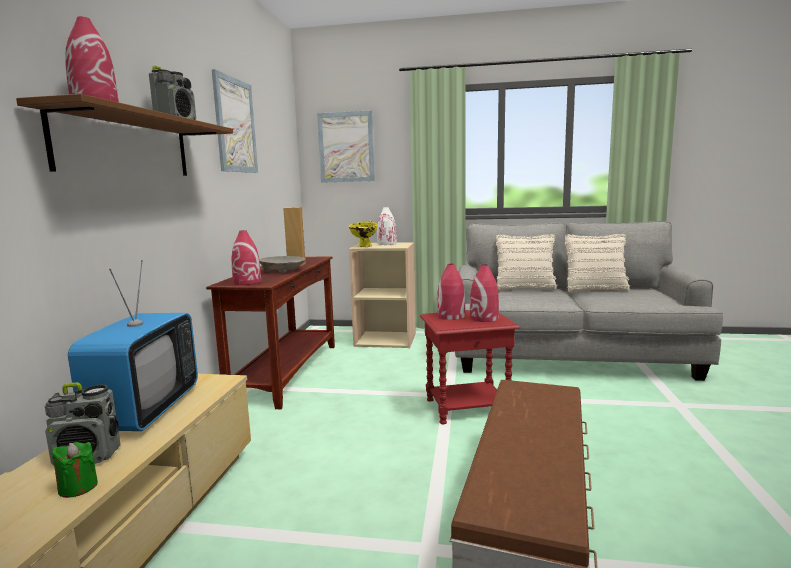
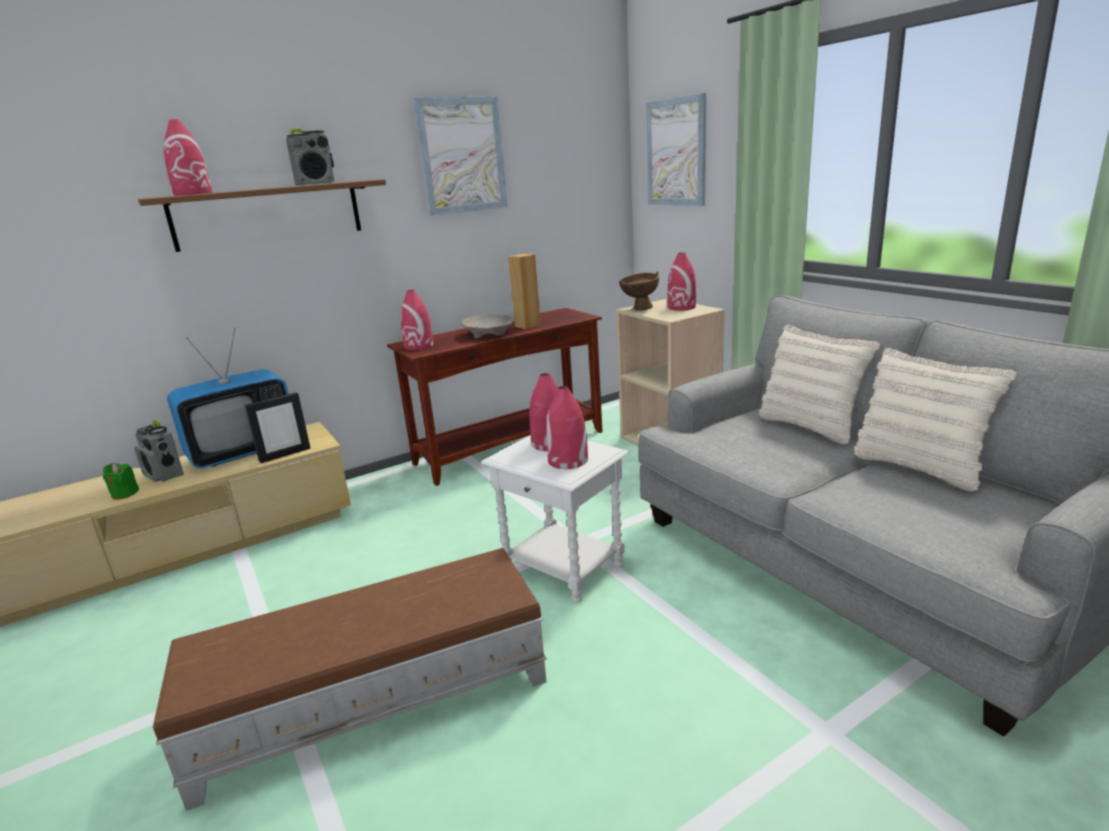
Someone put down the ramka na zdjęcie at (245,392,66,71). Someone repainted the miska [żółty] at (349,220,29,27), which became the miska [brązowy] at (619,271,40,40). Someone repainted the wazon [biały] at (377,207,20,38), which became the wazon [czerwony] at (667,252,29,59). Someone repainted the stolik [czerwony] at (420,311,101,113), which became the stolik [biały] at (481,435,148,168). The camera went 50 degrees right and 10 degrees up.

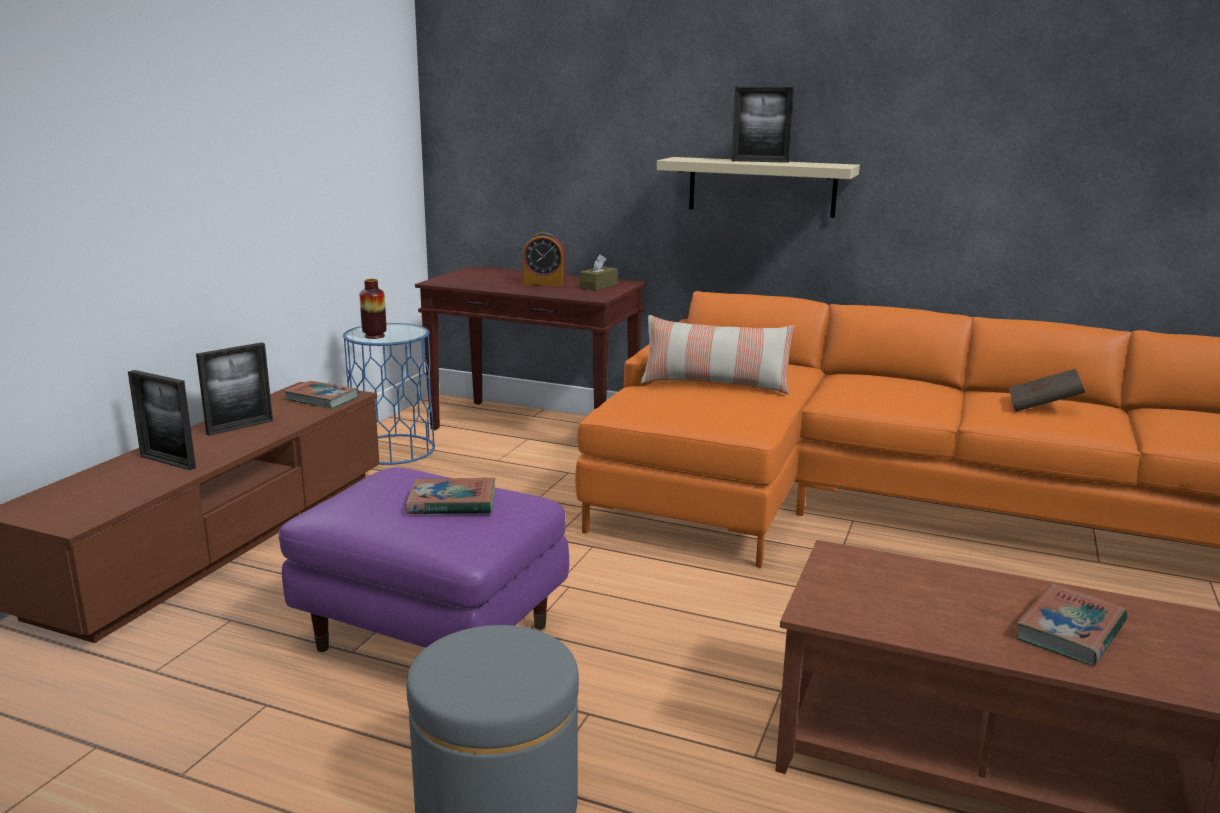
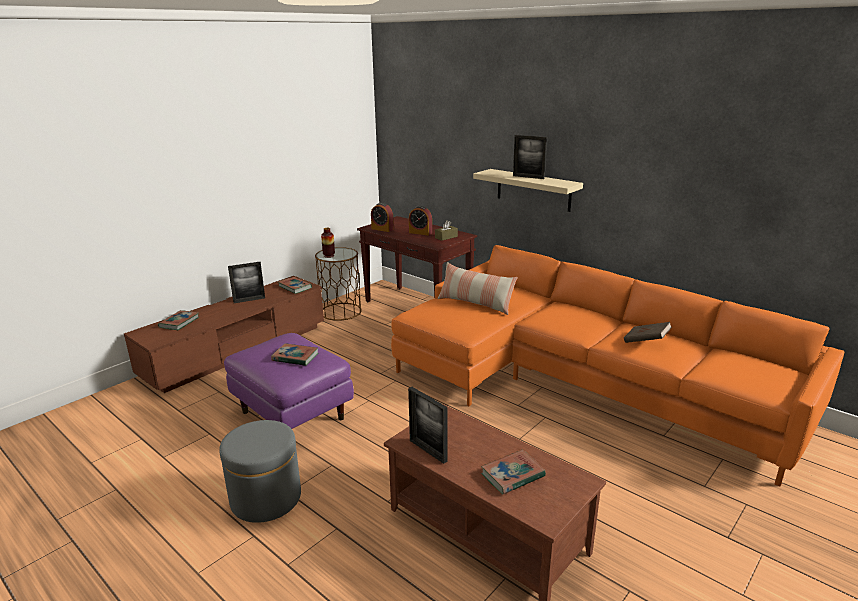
Someone put down the książka at (158,310,41,20). Someone put down the budzik at (371,203,23,29). Someone carried the ramka na zdjęcie from (128,370,68,100) to (408,387,39,77). Someone repainted the stolik [niebieski] at (343,323,92,142), which became the stolik [brązowy] at (315,247,47,74). The camera went 20 degrees right and 5 degrees up.

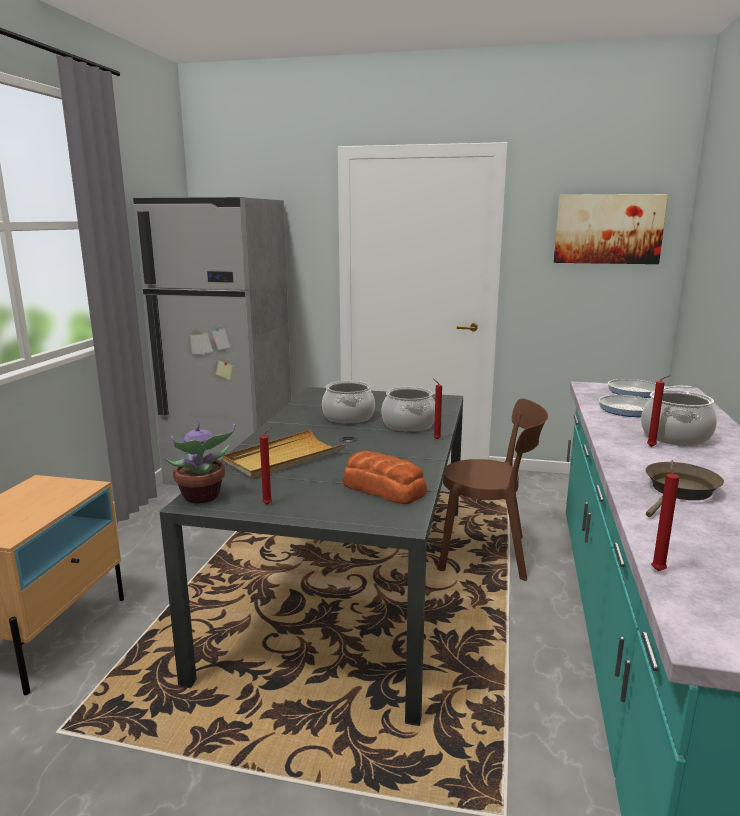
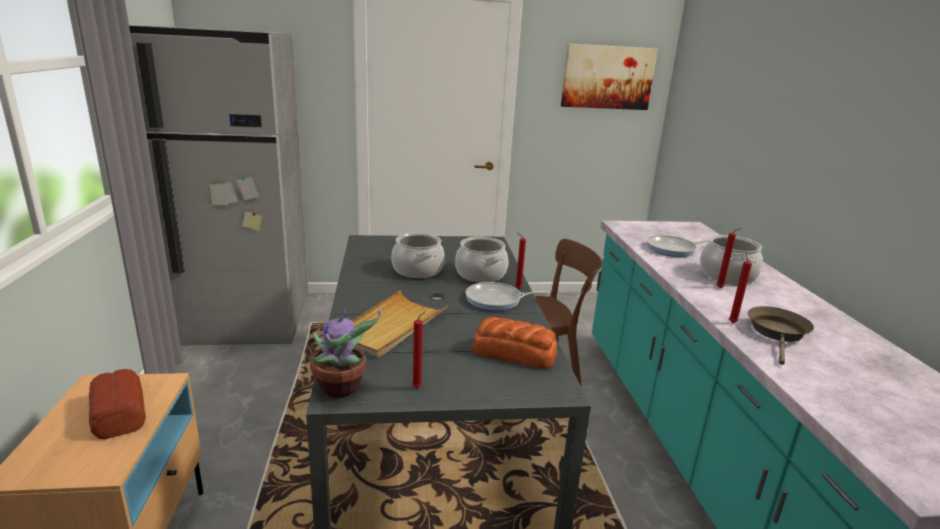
Someone put down the chleb at (89,369,57,70). Someone carried the patelnia from (608,379,83,19) to (466,282,83,29). Someone carried the świeca [czerwony] from (651,460,28,111) to (729,253,23,70). The camera went 20 degrees left and 5 degrees up.

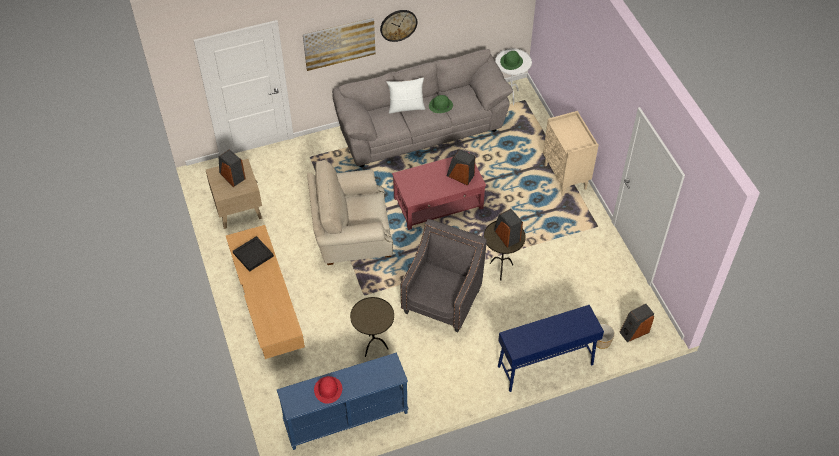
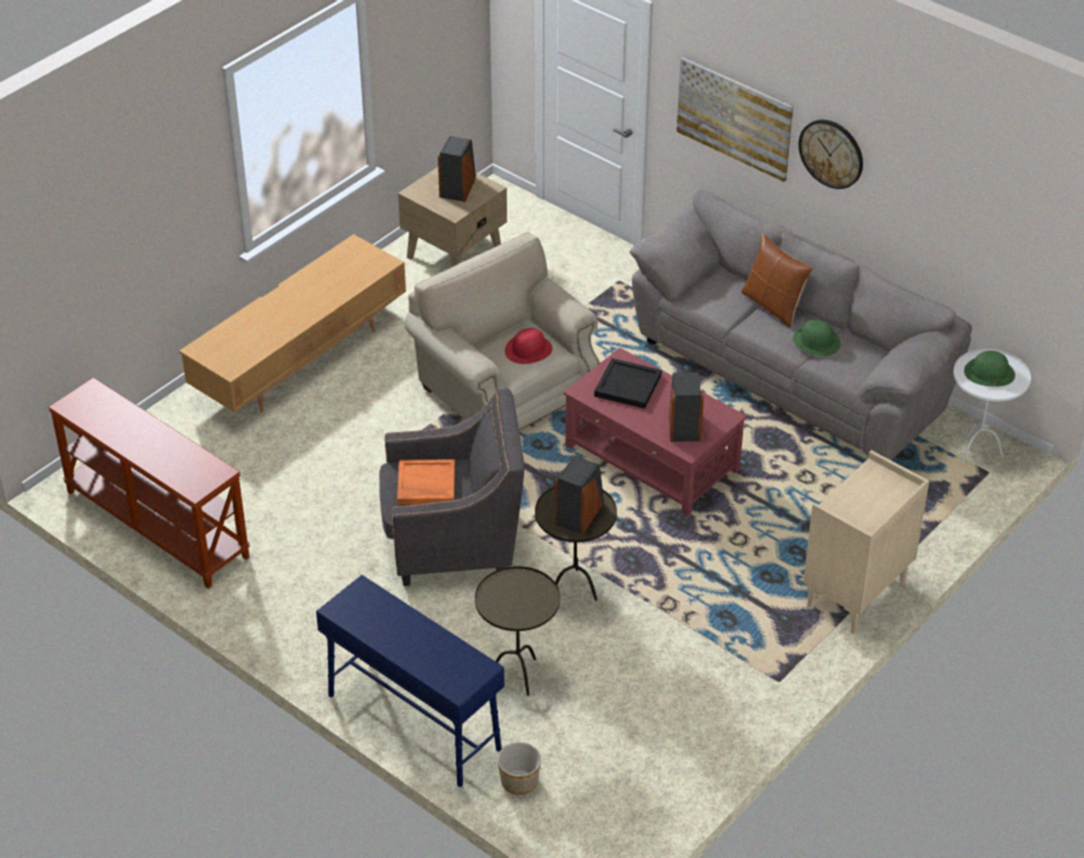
Someone took away the głośnik at (619,304,35,38). Someone put down the taca [pomarańczowy] at (397,459,58,46). Someone carried the taca [czarny] from (233,236,41,36) to (594,358,68,51). Someone carried the kapelusz [czerwony] from (314,376,28,28) to (505,328,48,36). Someone carried the stolik [brązowy] from (350,297,44,60) to (475,566,85,130). Someone repainted the stolik konsolowy [niebieski] at (277,352,132,98), which became the stolik konsolowy [brązowy] at (48,378,202,211). Someone repainted the poduszka [biały] at (386,77,39,37), which became the poduszka [brązowy] at (741,233,72,95). The camera went 60 degrees right and 10 degrees down.

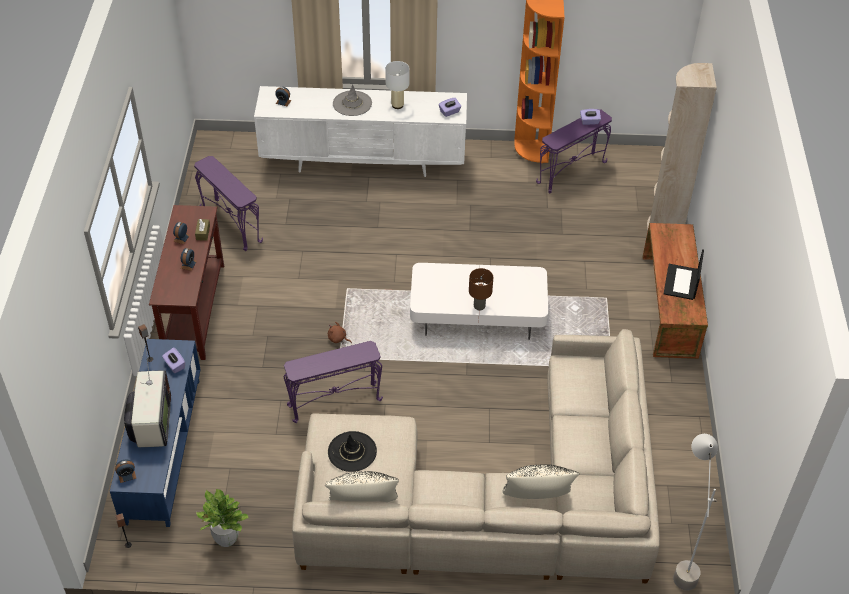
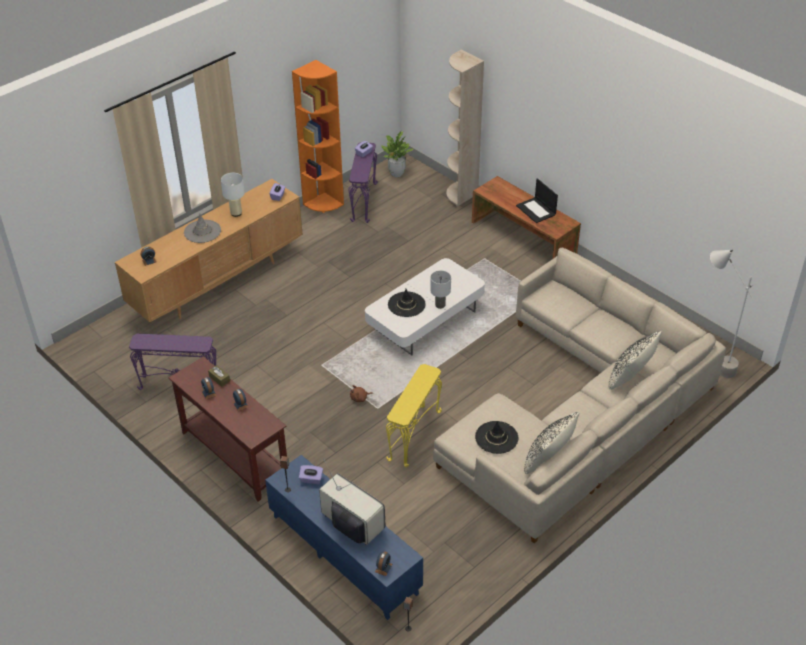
Someone put down the kapelusz [czarny] at (388,289,38,28). Someone carried the roślina doniczkowa from (196,489,52,58) to (381,131,33,46). Someone repainted the szafka [biały] at (254,86,213,91), which became the szafka [brązowy] at (115,179,188,143). Someone repainted the stolik [fioletowy] at (283,341,100,82), which became the stolik [żółty] at (386,364,56,103). Someone repainted the lampa stołowa [brązowy] at (469,268,24,43), which became the lampa stołowa [biały] at (430,270,21,39). The camera went 45 degrees left and 5 degrees down.

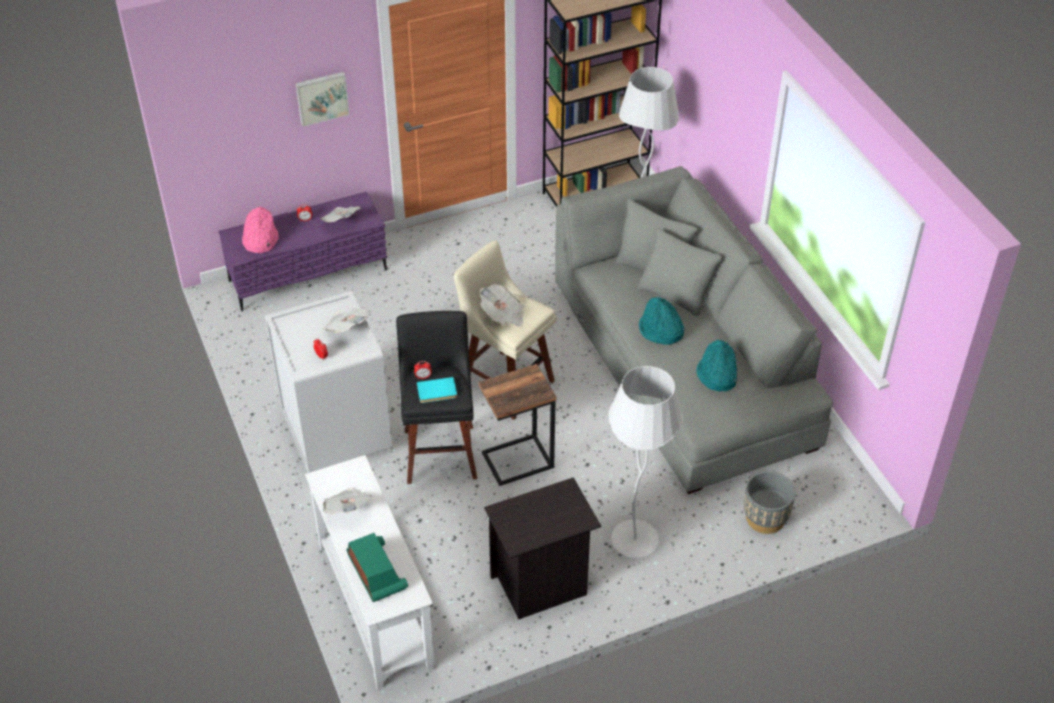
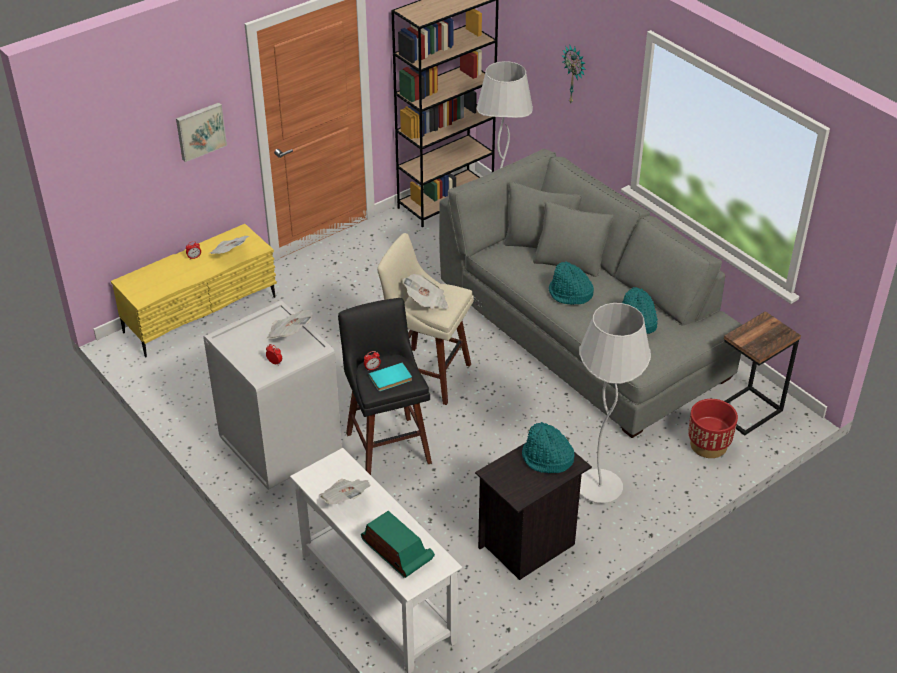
Someone took away the kapelusz [różowy] at (242,207,37,46). Someone put down the kapelusz [turkusowy] at (522,422,53,51). Someone put up the zegar ścienny at (561,46,25,57). Someone carried the stolik from (478,364,79,122) to (724,311,77,125). Someone repainted the szafka pod telewizor [fioletowy] at (218,191,169,121), which became the szafka pod telewizor [żółty] at (111,224,166,133). Someone repainted the donica [szary] at (744,471,52,63), which became the donica [czerwony] at (688,399,50,59). The camera went 15 degrees left and 5 degrees down.

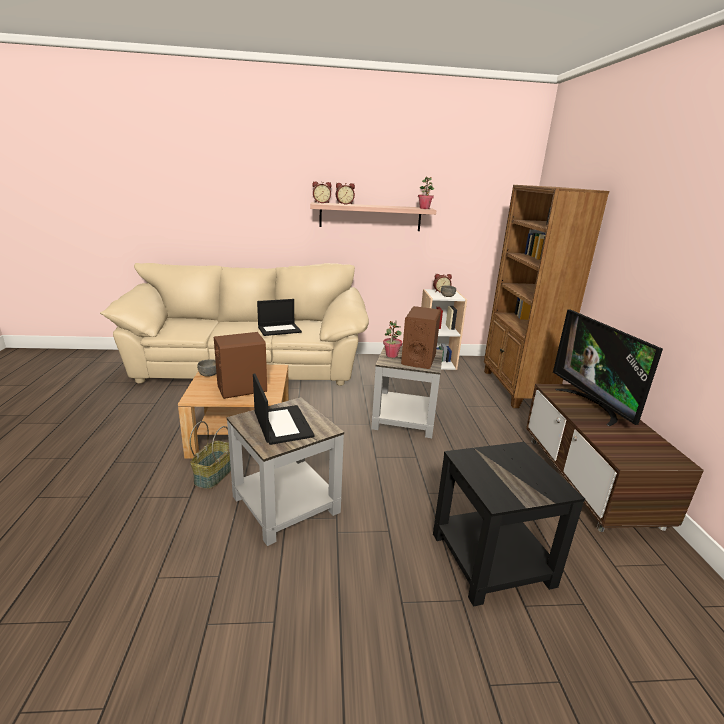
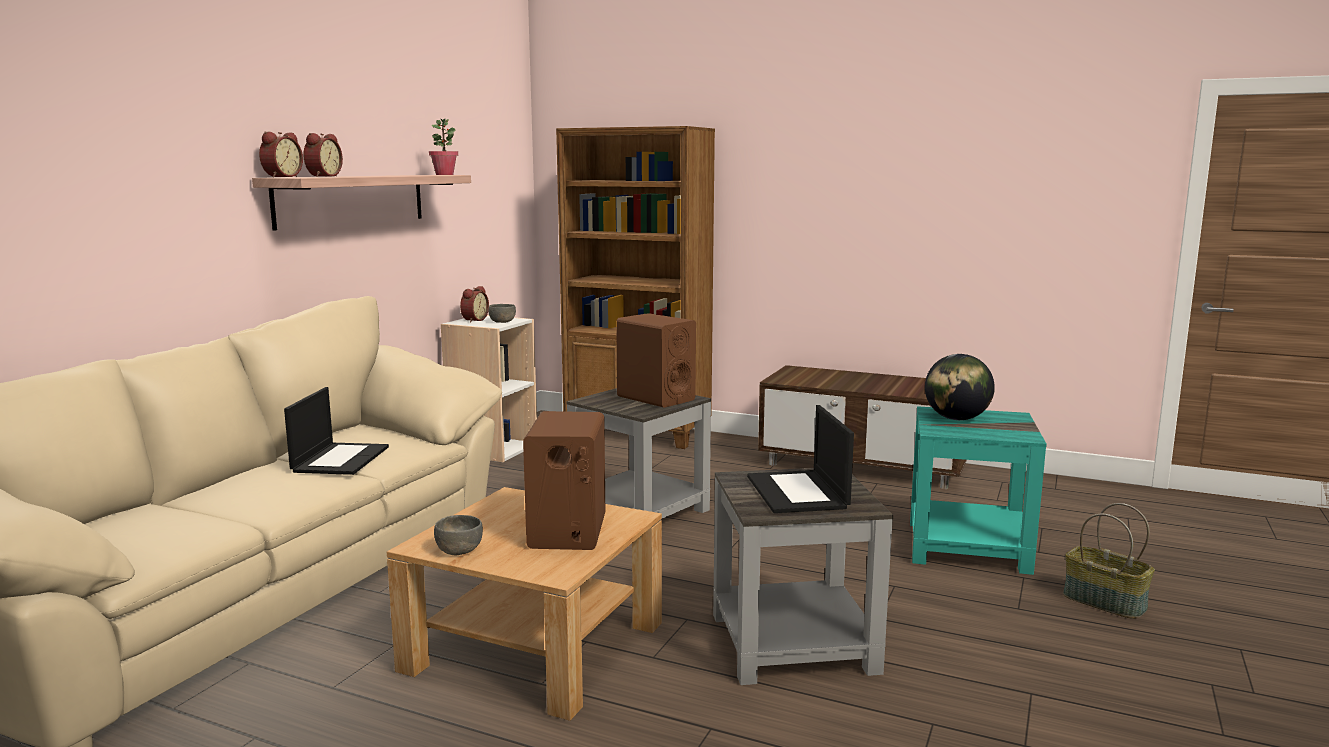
Someone took away the roślina doniczkowa at (383,321,20,37). Someone took away the telewizor at (553,309,110,117). Someone put down the globus at (925,354,70,66). Someone carried the koszyk from (190,421,41,68) to (1063,503,92,116). Someone repainted the stolik [czarny] at (433,442,152,165), which became the stolik [turkusowy] at (910,406,137,169). Someone rotated the laptop at (253,374,62,71) by 105 degrees counterclockwise. The camera went 60 degrees left and 10 degrees down.

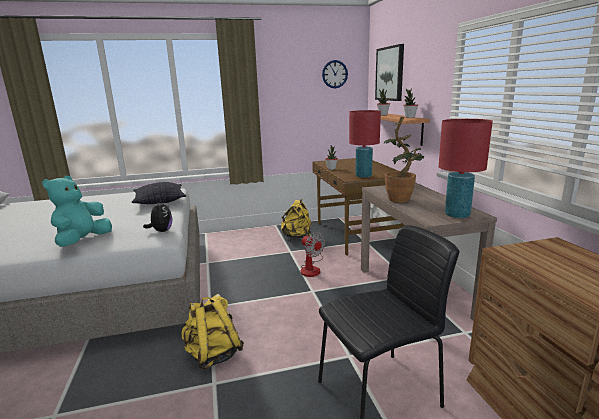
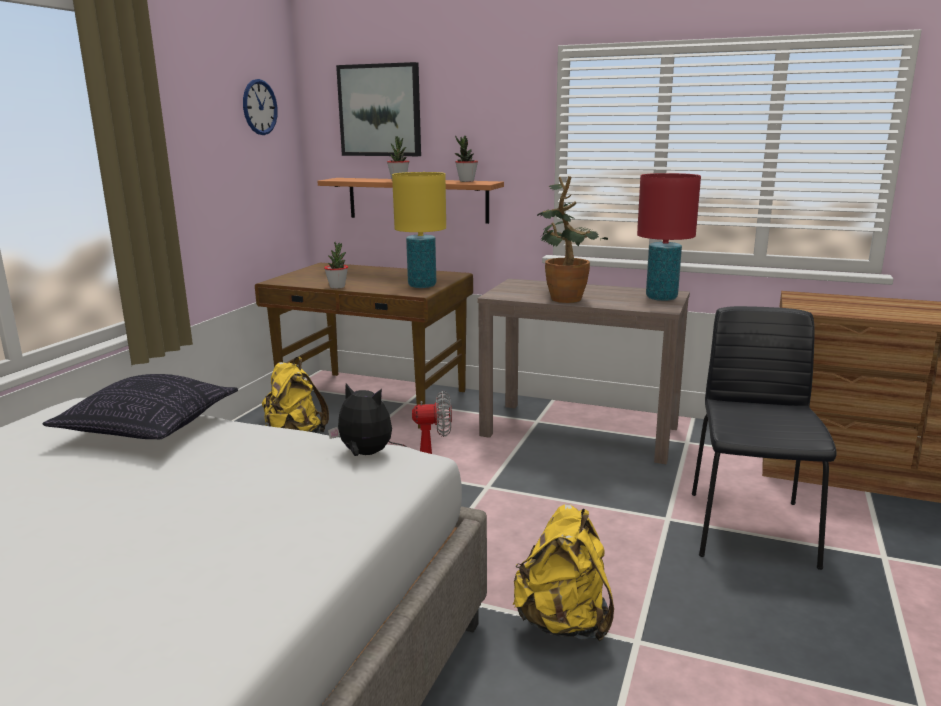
Someone took away the pluszak [turkusowy] at (42,176,70,71). Someone repainted the lampa stołowa [czerwony] at (349,110,32,68), which became the lampa stołowa [żółty] at (392,172,54,116). The camera went 55 degrees left and 0 degrees up.

